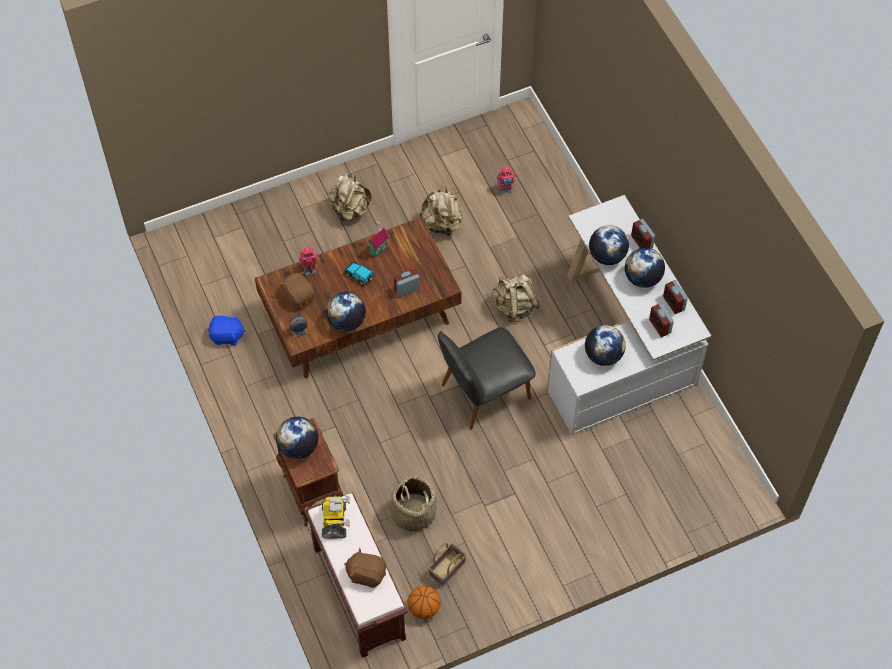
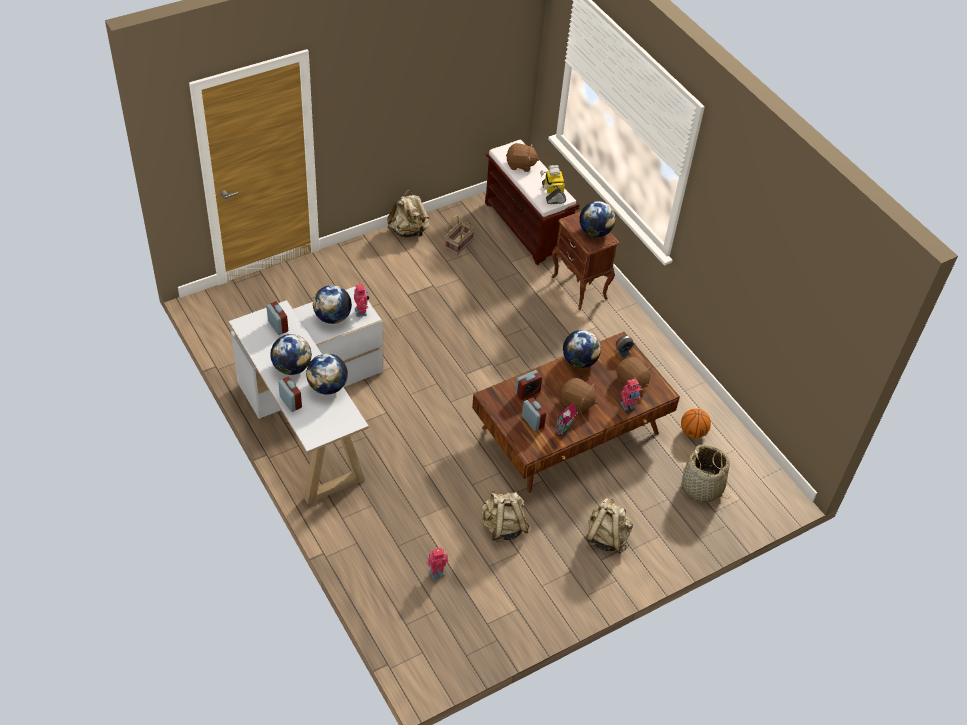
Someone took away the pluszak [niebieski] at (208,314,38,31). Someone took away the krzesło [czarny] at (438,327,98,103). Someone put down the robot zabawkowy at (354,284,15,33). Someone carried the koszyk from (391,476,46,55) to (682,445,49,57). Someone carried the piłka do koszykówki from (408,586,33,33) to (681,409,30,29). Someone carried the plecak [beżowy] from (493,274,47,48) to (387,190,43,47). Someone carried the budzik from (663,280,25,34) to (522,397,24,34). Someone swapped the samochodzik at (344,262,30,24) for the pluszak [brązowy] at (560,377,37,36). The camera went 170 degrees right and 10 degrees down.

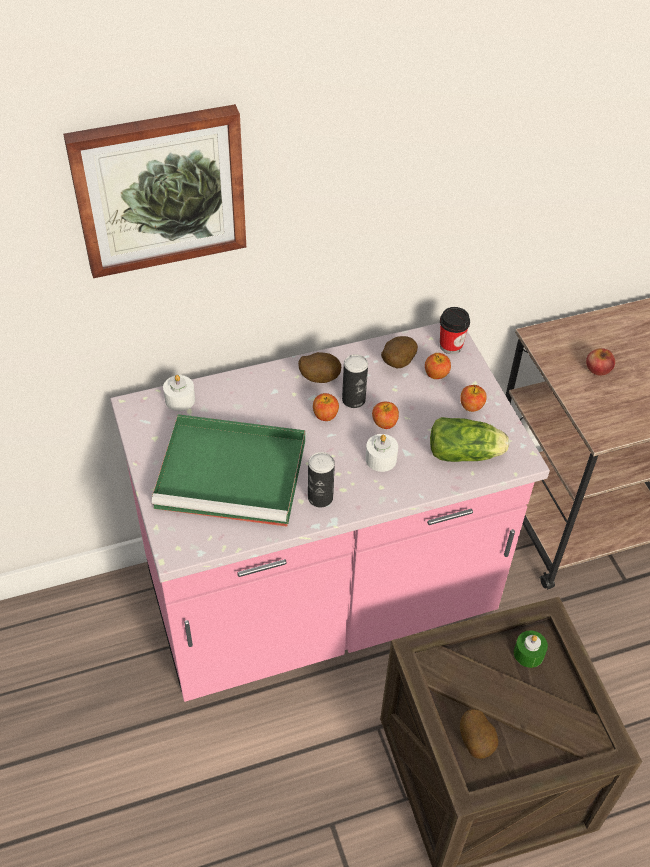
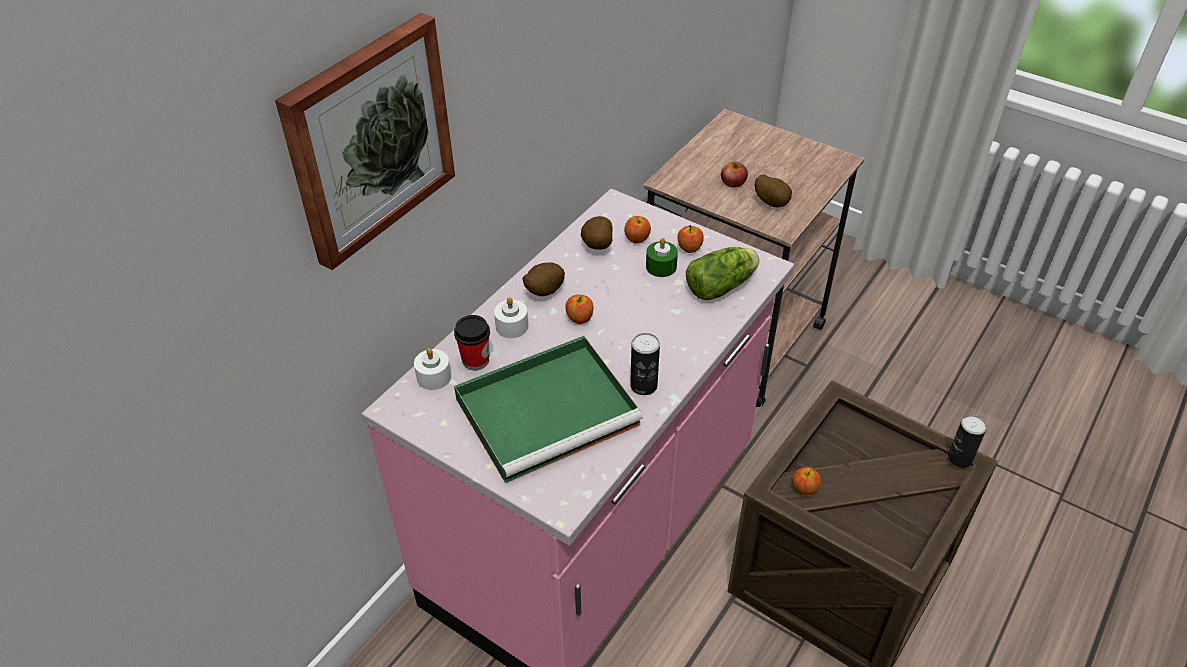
Someone carried the puszka from (342,354,26,54) to (948,415,39,53). Someone carried the świeca [biały] from (365,434,33,38) to (494,297,34,41). Someone carried the jabłko from (372,402,27,27) to (793,467,28,28). Someone carried the filiżanka from (440,307,30,47) to (454,315,36,55). Someone carried the ziemniak from (460,709,38,50) to (755,174,37,33). Someone carried the świeca [zielony] from (514,630,34,38) to (646,238,32,39). The camera went 35 degrees left and 5 degrees down.

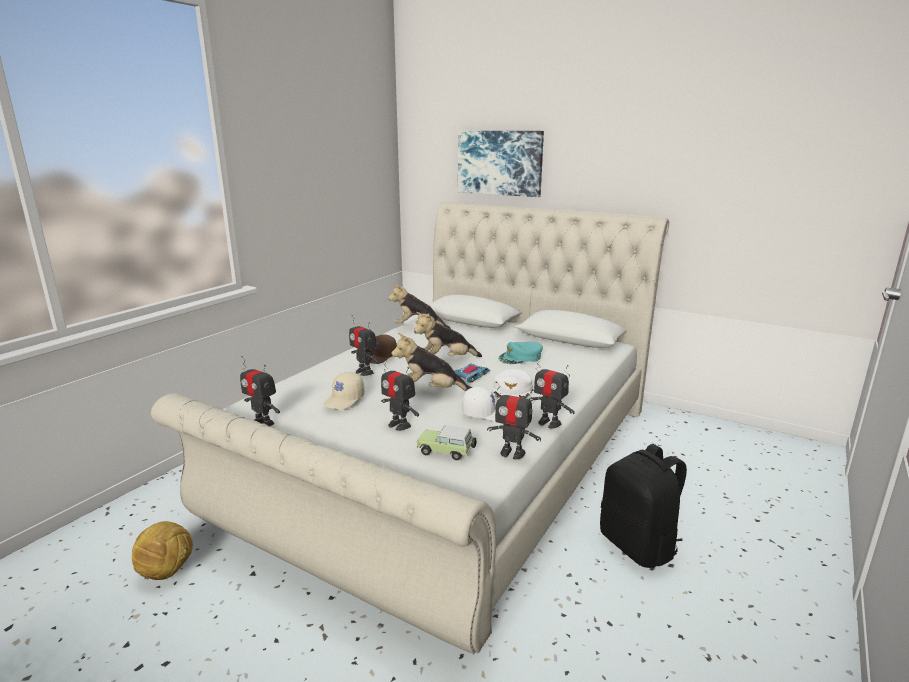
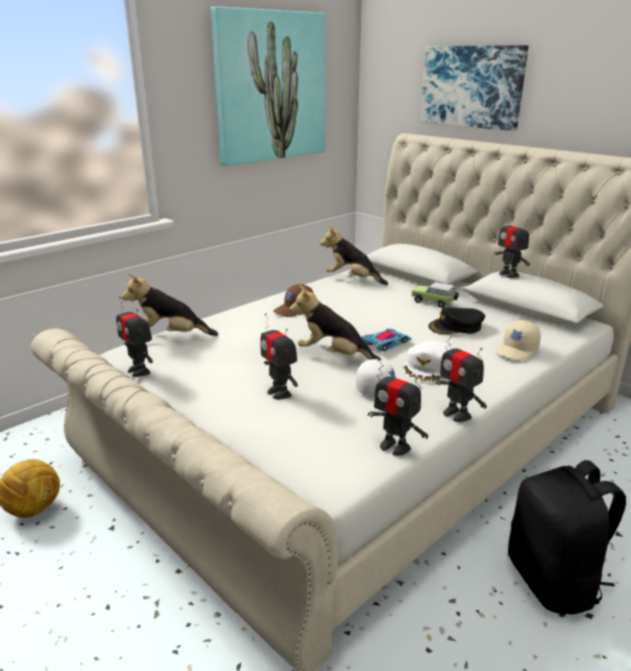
Someone put up the obraz at (211,6,115,160). Someone carried the czapka z daszkiem [beżowy] from (323,372,42,37) to (496,320,45,41). Someone carried the robot zabawkowy from (349,315,30,61) to (495,213,35,65). Someone carried the pluszak from (414,312,68,45) to (122,273,96,63). Someone carried the samochodzik from (417,425,60,35) to (411,282,48,26). Someone repainted the czapka z daszkiem [turkusowy] at (498,341,45,23), which became the czapka z daszkiem [czarny] at (428,307,57,27). The camera went 15 degrees right and 5 degrees up.

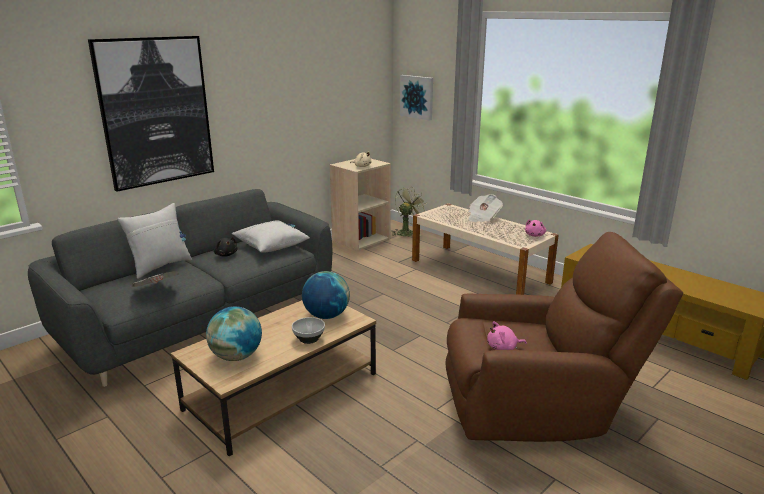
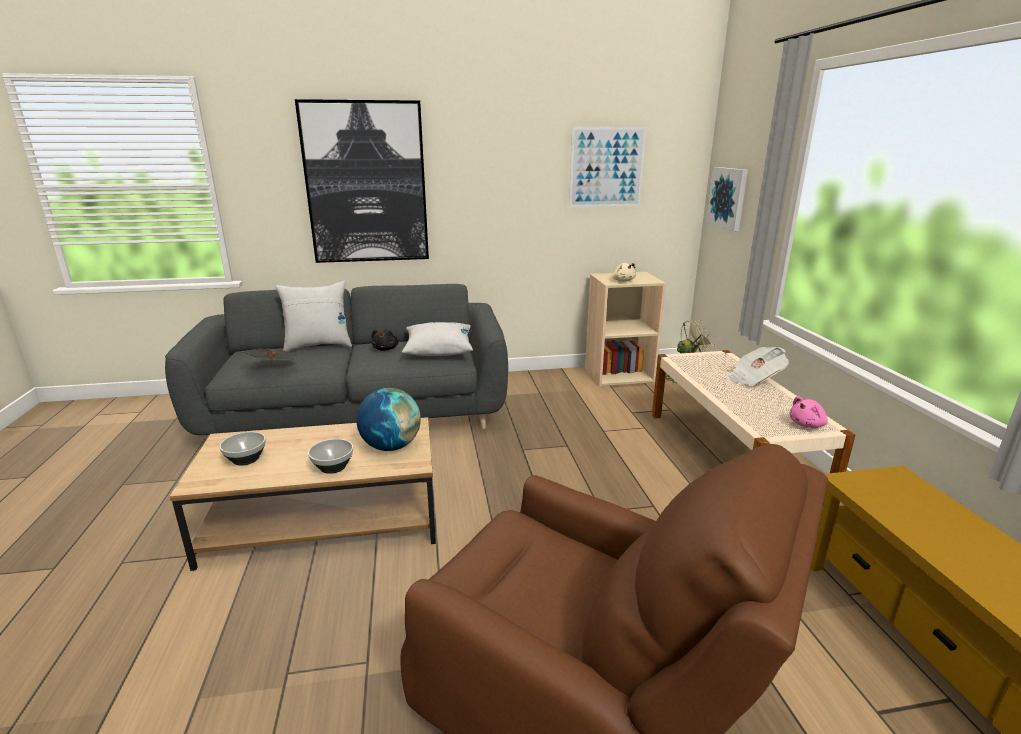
Someone took away the pluszak [różowy] at (487,321,40,29). Someone put up the obraz at (569,127,77,81). Someone swapped the globus at (206,306,56,55) for the miska at (219,432,47,34). The camera went 35 degrees right and 0 degrees up.

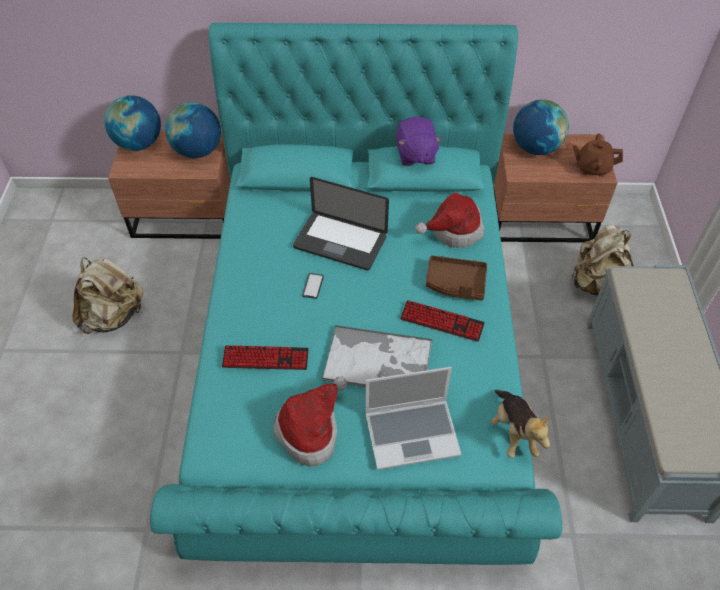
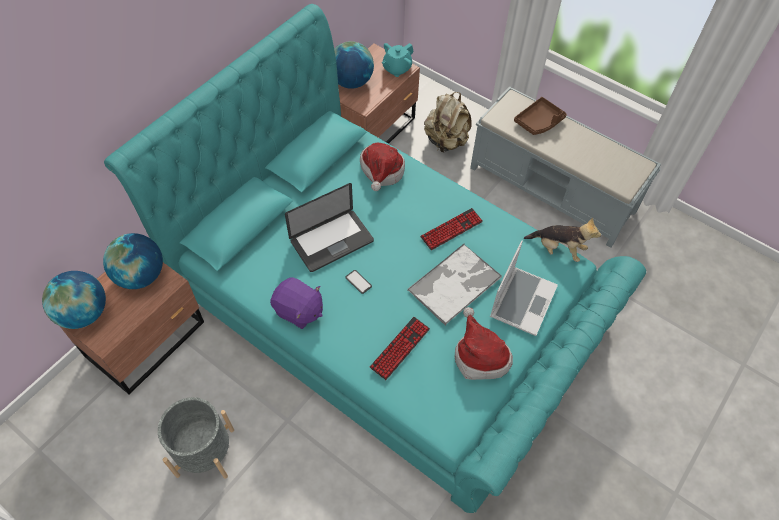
Someone carried the pluszak [fioletowy] from (396,117,46,49) to (270,277,53,52). Someone carried the taca [brązowy] from (426,256,61,44) to (514,97,53,38). Someone swapped the plecak [beżowy] at (72,257,71,77) for the donica [szary] at (158,397,76,82). Someone repainted the imbryk [brązowy] at (573,134,50,43), which became the imbryk [turkusowy] at (382,43,32,34). The camera went 55 degrees left and 5 degrees up.

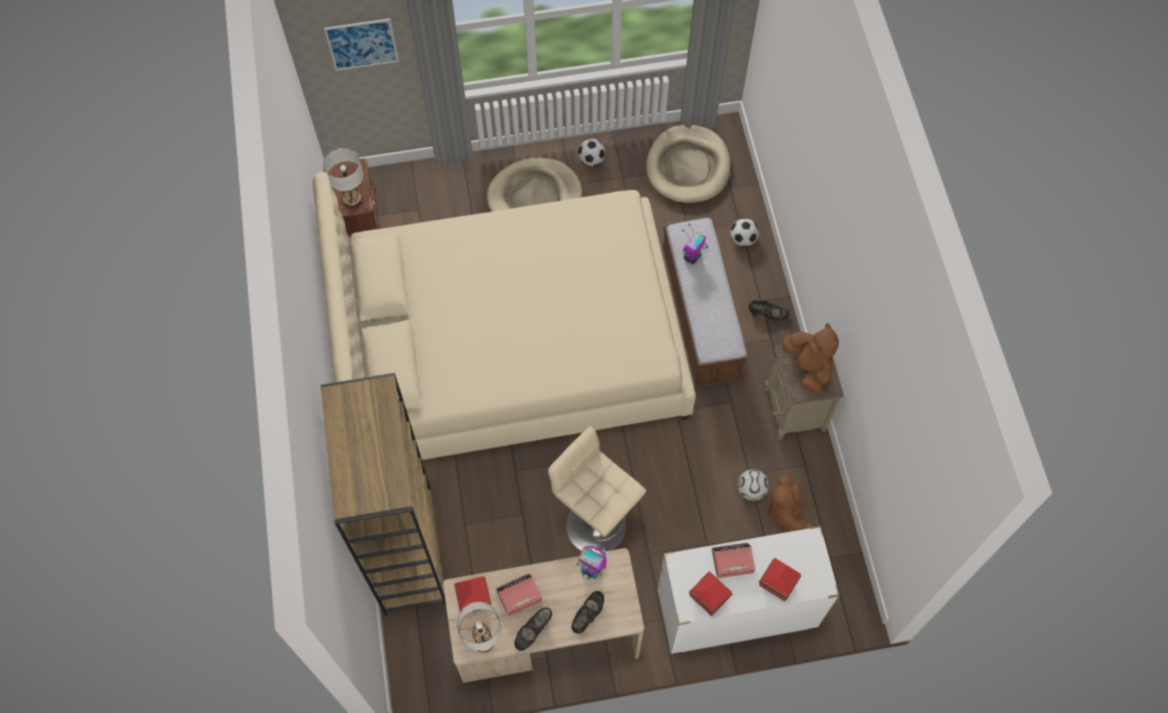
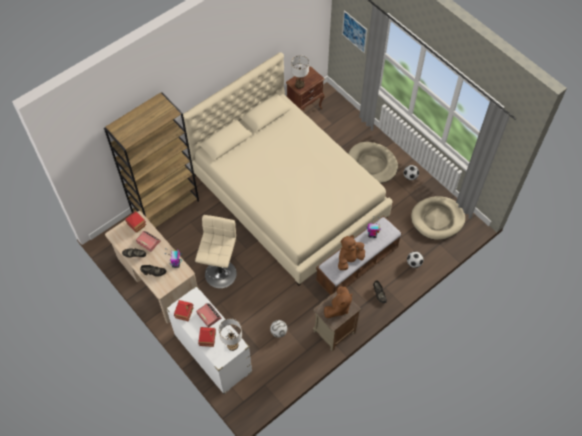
Someone carried the lampa stołowa from (457,602,44,50) to (219,319,23,32). Someone carried the pluszak [brązowy] from (768,475,44,57) to (338,235,27,35). The camera went 60 degrees right and 5 degrees down.

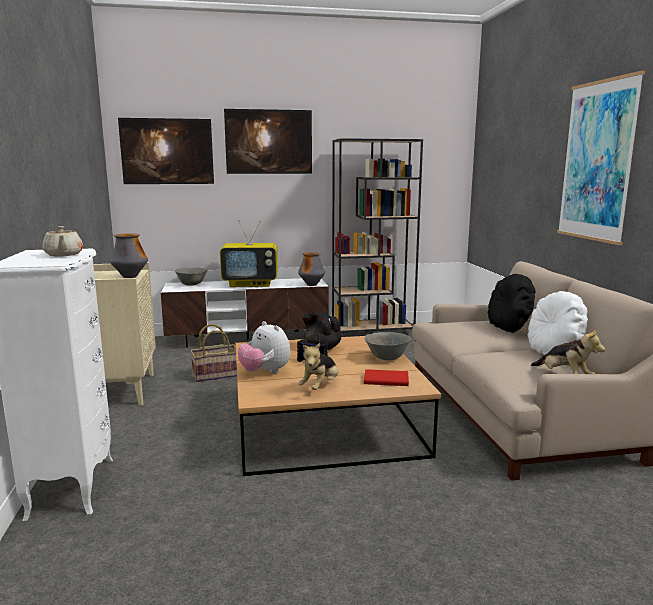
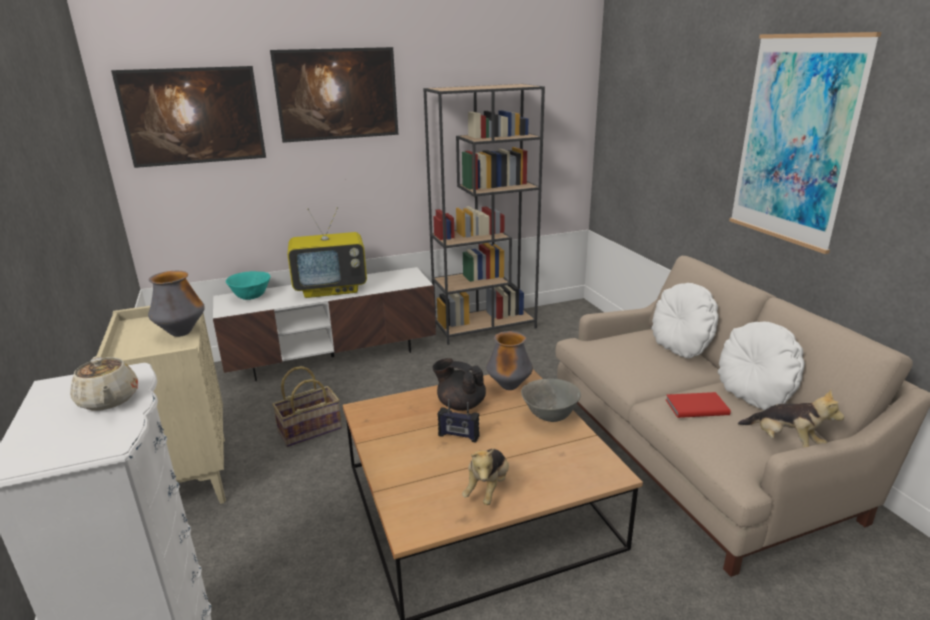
Someone took away the pluszak at (238,321,53,53). Someone carried the wazon from (298,252,27,34) to (486,331,47,59). Someone carried the książka [czerwony] from (364,369,45,17) to (665,392,66,26). Someone repainted the miska [szary] at (175,267,32,19), which became the miska [turkusowy] at (226,271,45,29). Someone repainted the poduszka [czarny] at (488,274,47,59), which became the poduszka [biały] at (652,283,67,76). The camera went 10 degrees left and 10 degrees up.

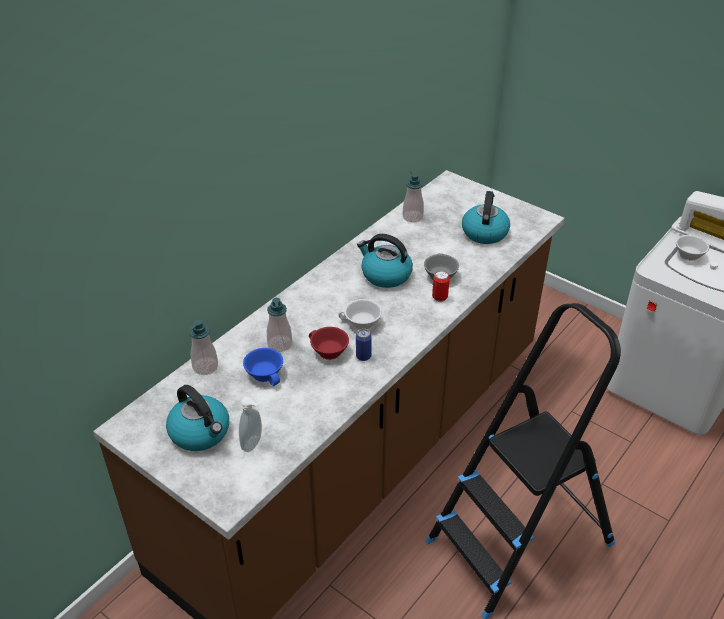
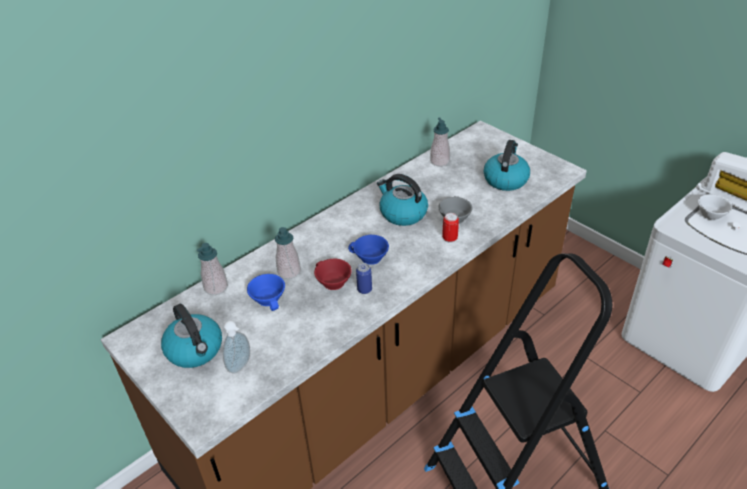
Someone repainted the filiżanka [biały] at (339,299,43,31), which became the filiżanka [niebieski] at (348,235,41,30). The camera went 10 degrees right and 0 degrees up.

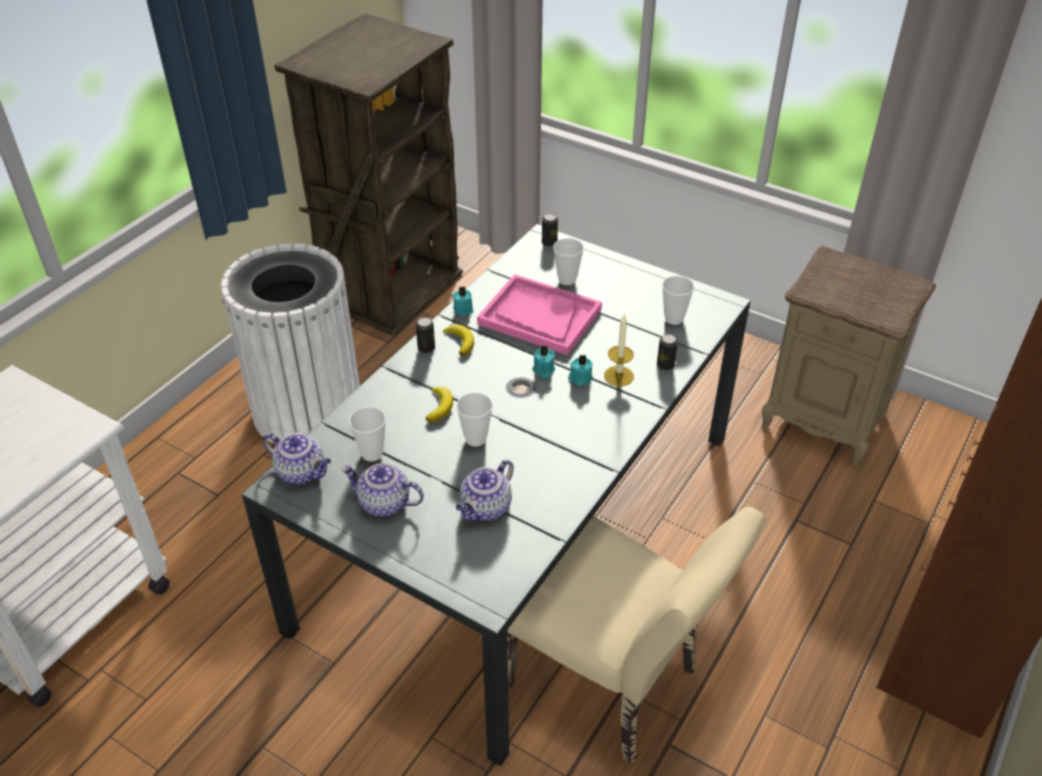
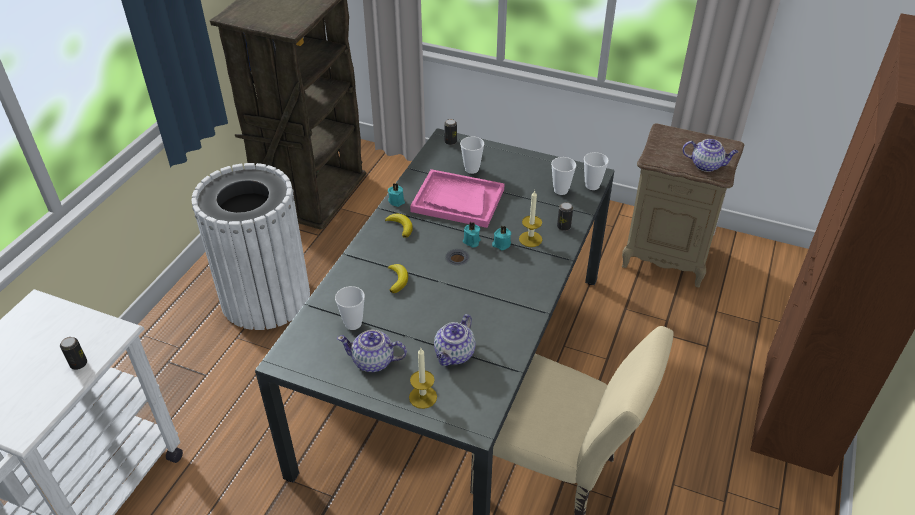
Someone put down the świeca at (409,348,28,61). Someone carried the imbryk from (263,433,68,51) to (682,139,56,33). Someone carried the puszka from (416,317,19,36) to (60,337,27,33). Someone carried the filiżanka from (456,393,37,54) to (584,152,25,38). The camera went 10 degrees left and 0 degrees up.

